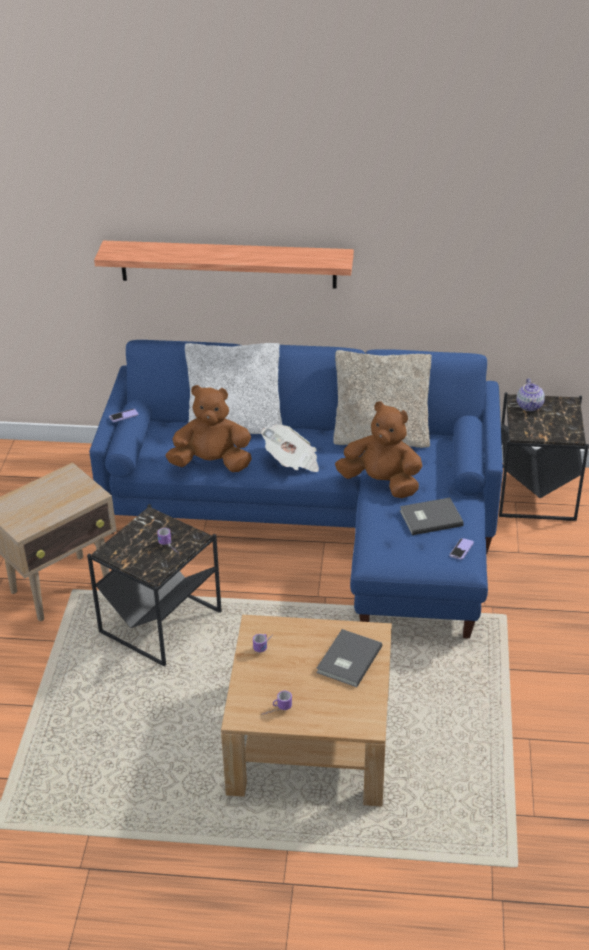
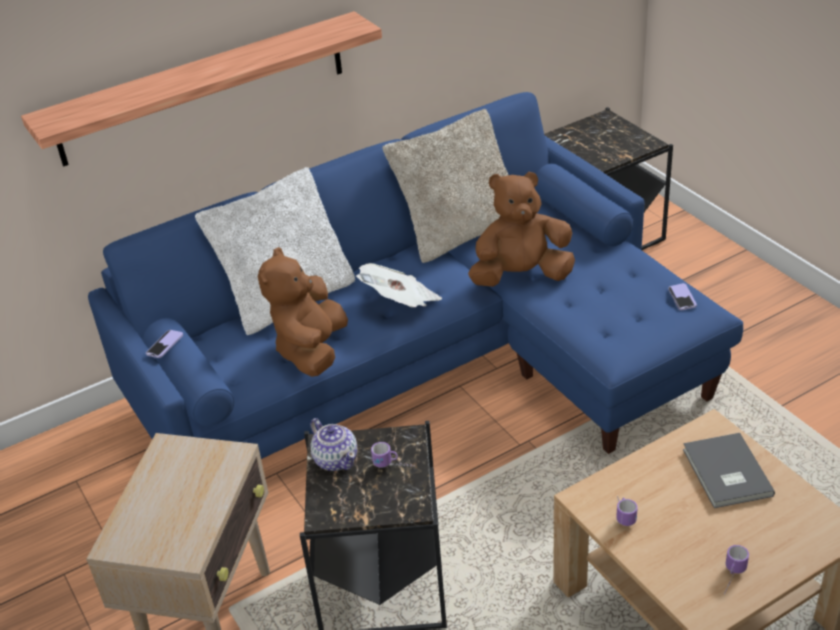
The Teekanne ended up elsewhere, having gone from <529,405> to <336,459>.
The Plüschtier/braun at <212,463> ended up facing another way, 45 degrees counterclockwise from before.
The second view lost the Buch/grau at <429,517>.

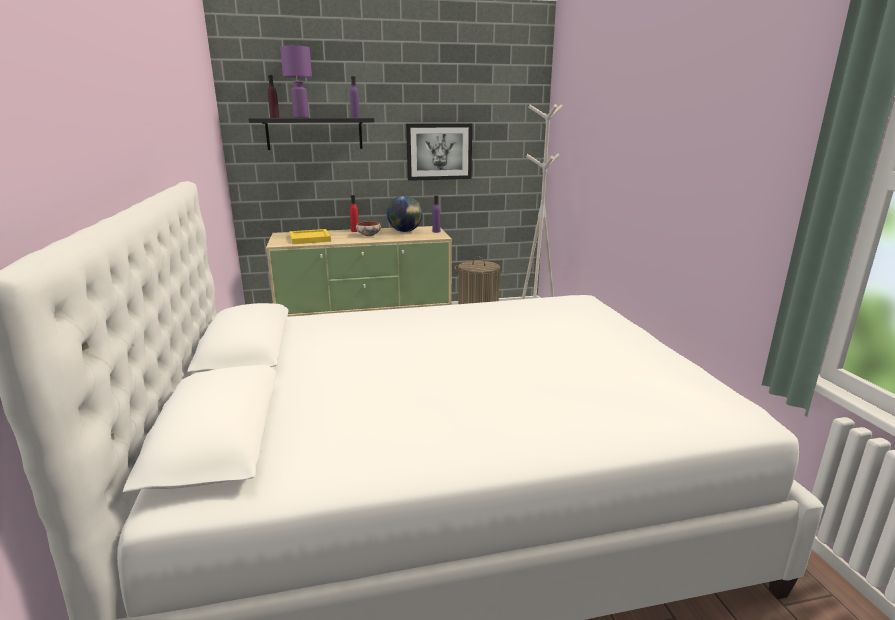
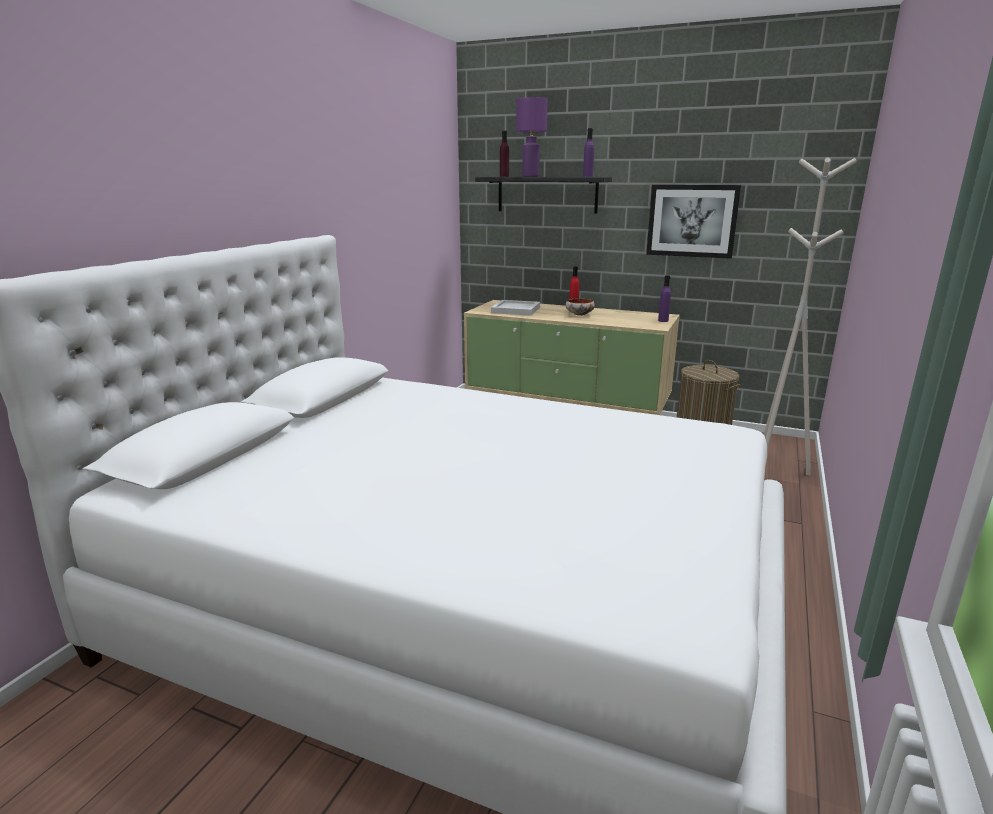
The second view lost the Globus at <405,231>.
What was the Tablett/gelb at <309,238> turned into the Tablett/weiß at <515,310>.

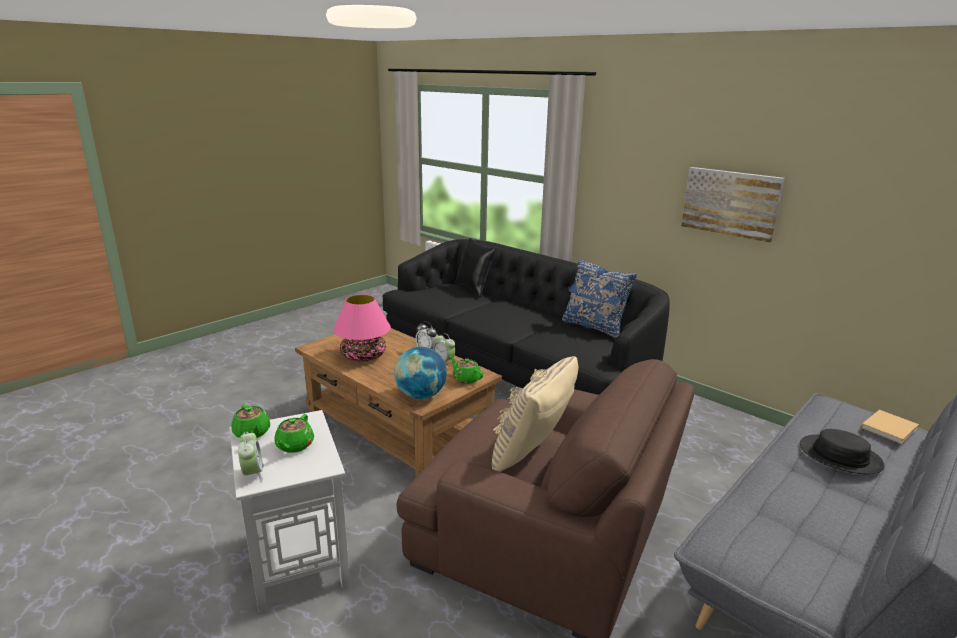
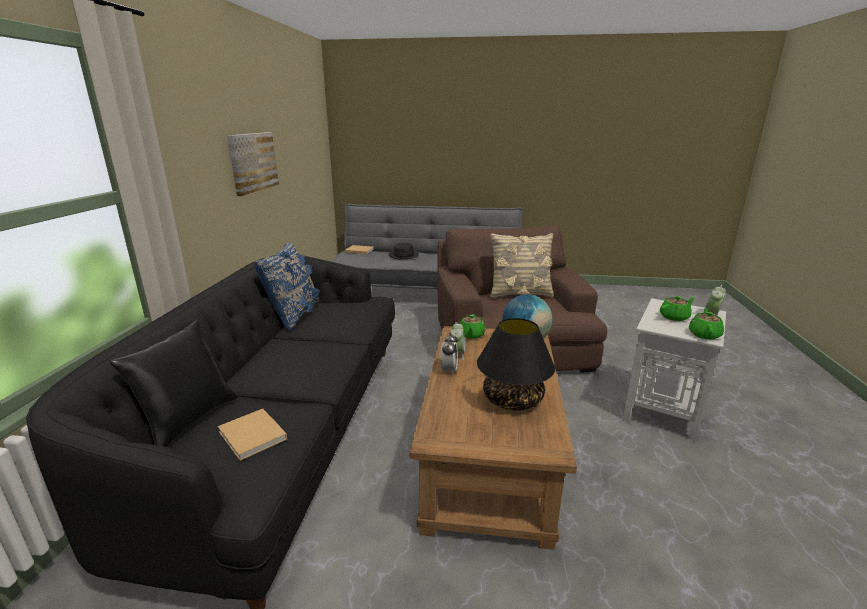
What was the Tischlampe/rosa at <363,356> turned into the Tischlampe/schwarz at <513,399>.
The second view gained the Buch/beige at <253,436>.

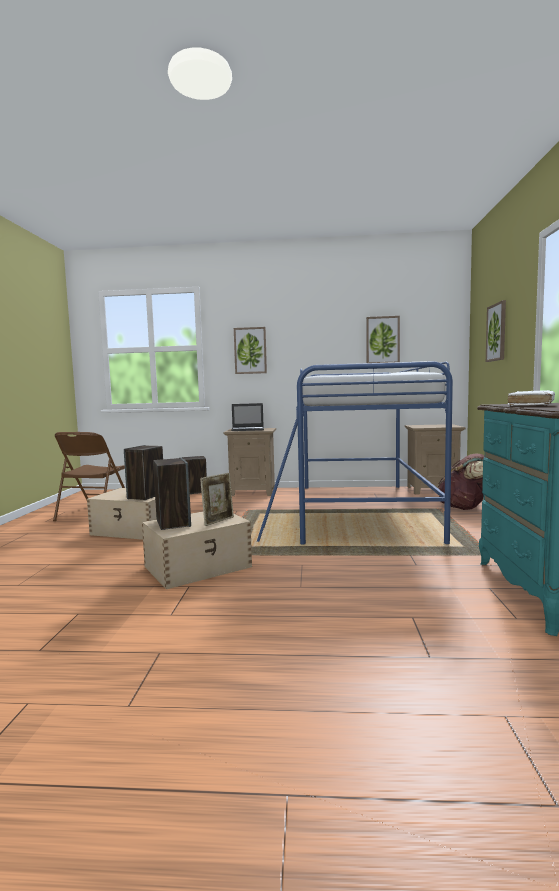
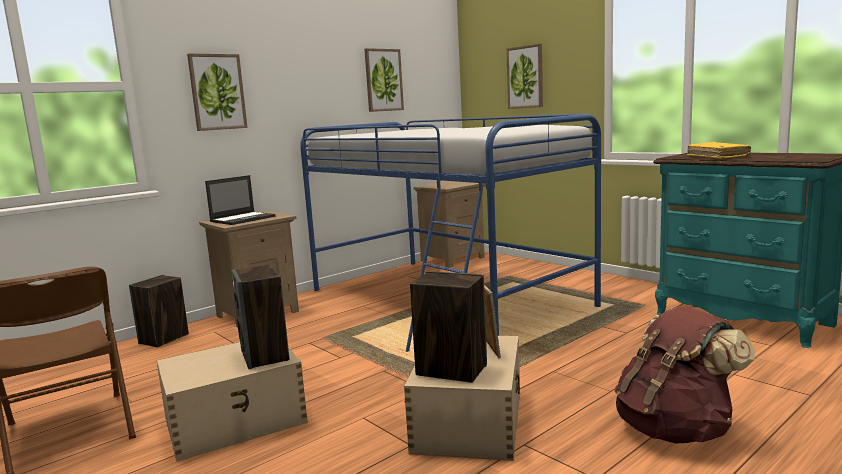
What was the Buch/weiß at <531,405> turned into the Buch/gelb at <717,156>.
The Rucksack/braun ended up elsewhere, having gone from <464,508> to <675,429>.

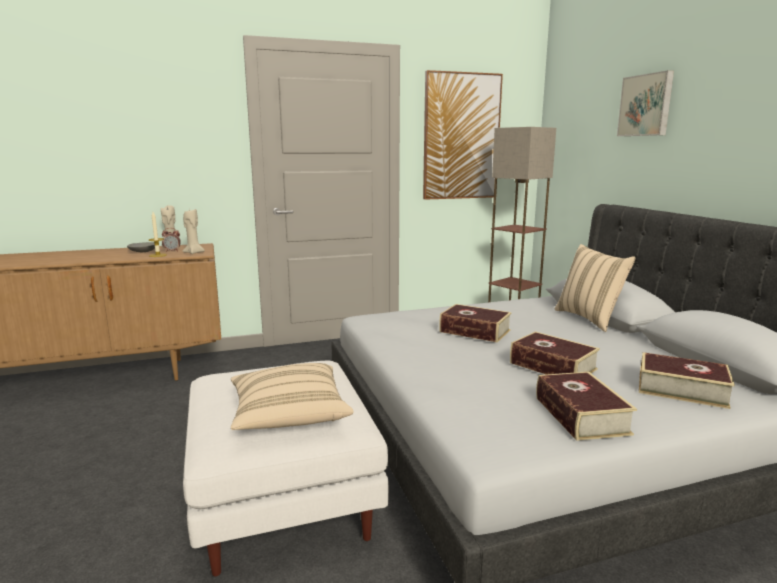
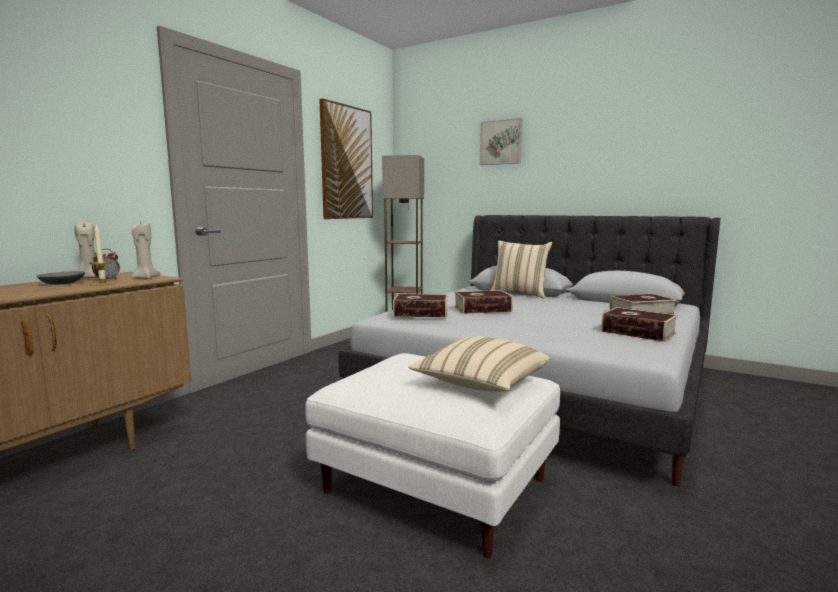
The Buch ended up elsewhere, having gone from <552,366> to <421,313>.

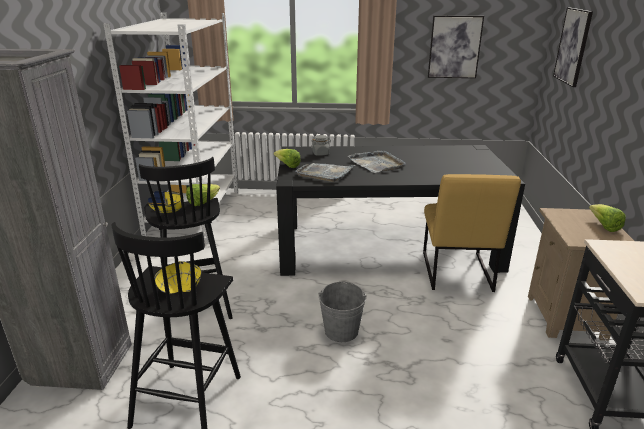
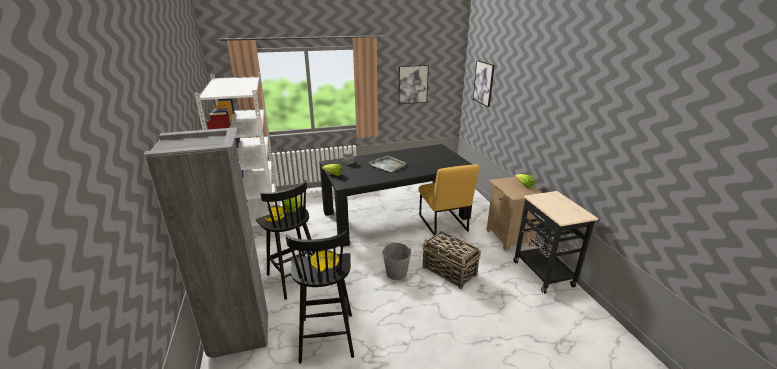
The second view lost the Tablett/grau at <325,173>.
The second view gained the Korb at <449,271>.

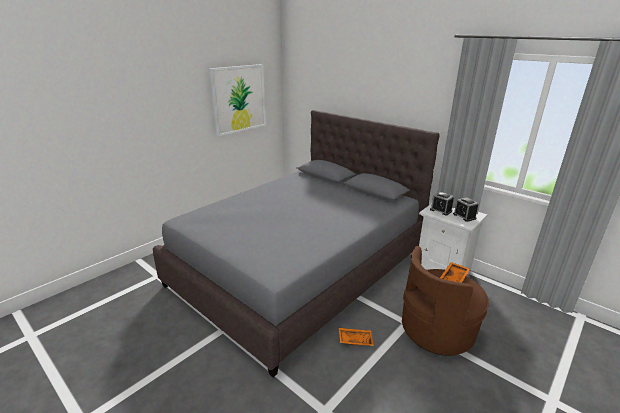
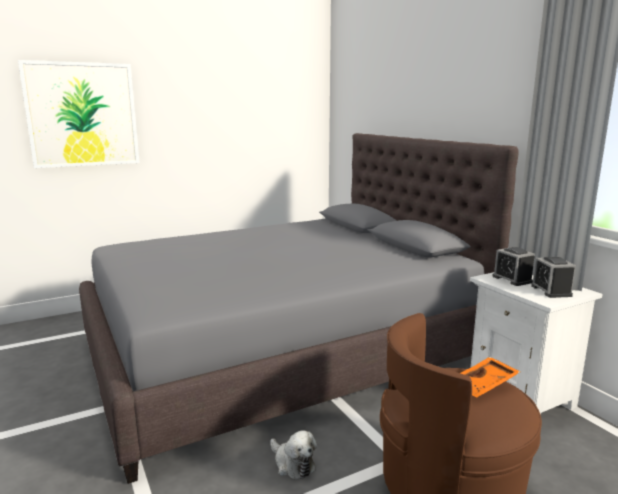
The Bild ended up elsewhere, having gone from <239,99> to <82,115>.
Where the Tablett/orange stood at <355,340>, the Plüschtier came to stand at <292,464>.

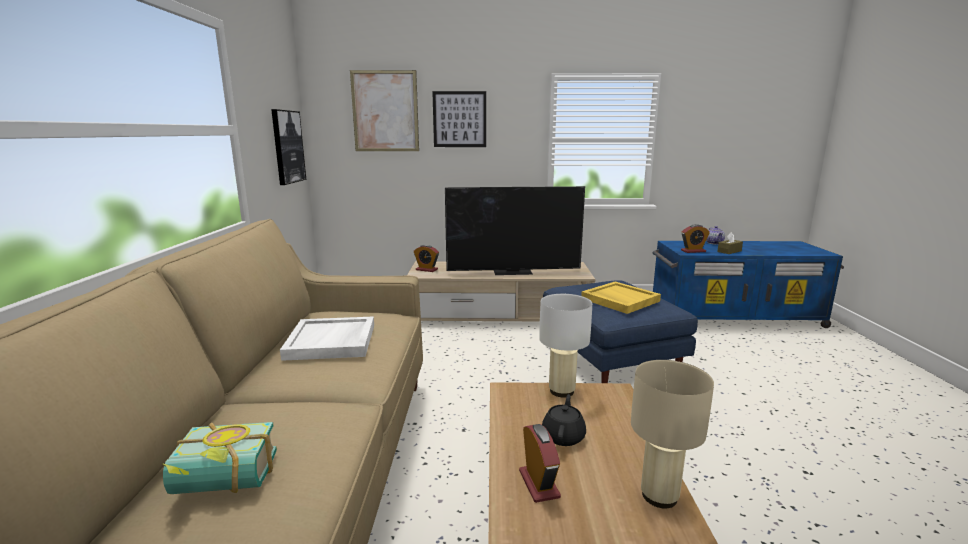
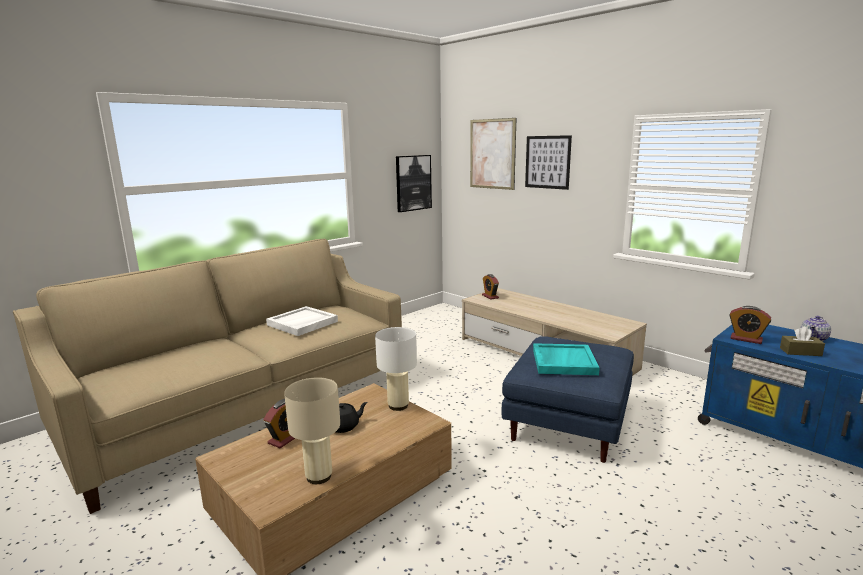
The second view lost the Fernseher at <513,271>.
What was the Tablett/gelb at <619,300> turned into the Tablett/türkis at <563,361>.
The second view lost the Buch at <222,485>.

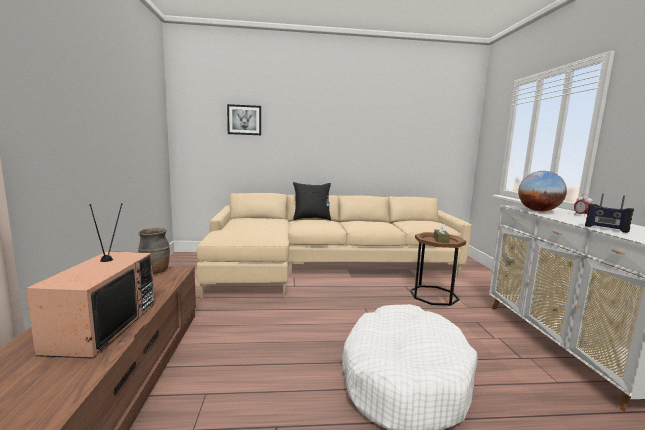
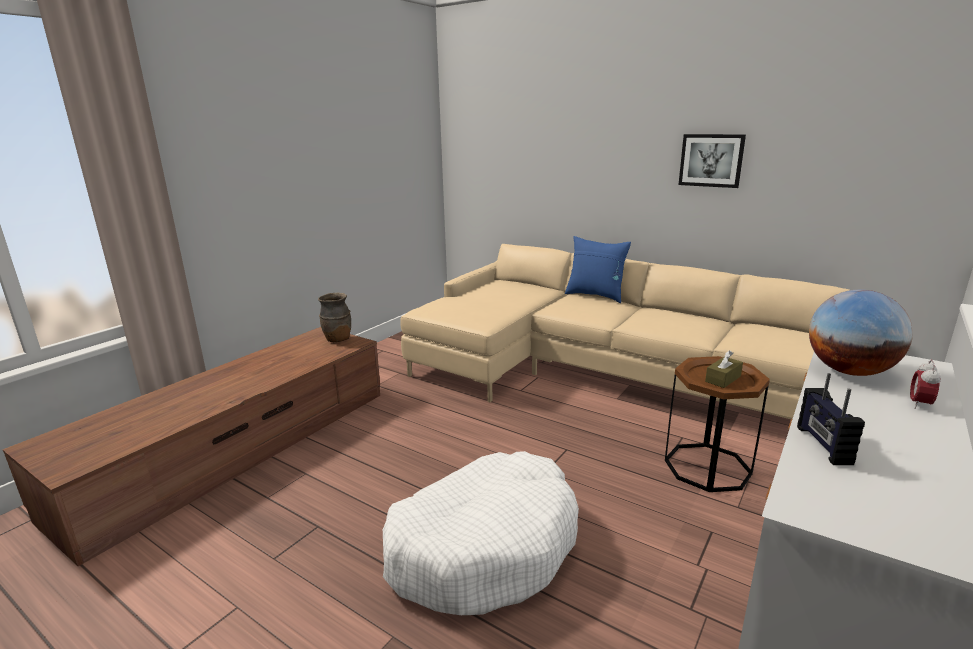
The Bild ended up elsewhere, having gone from <244,120> to <711,160>.
What was the Kissen/schwarz at <311,219> turned into the Kissen/blau at <595,296>.
The second view lost the Fernseher at <102,325>.

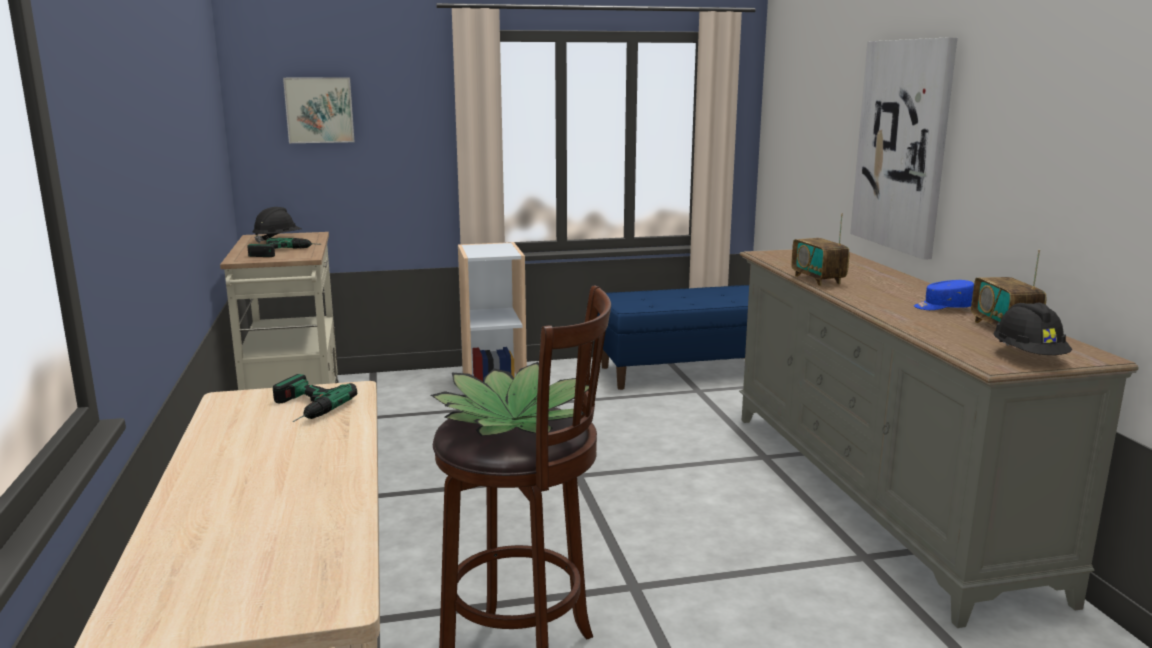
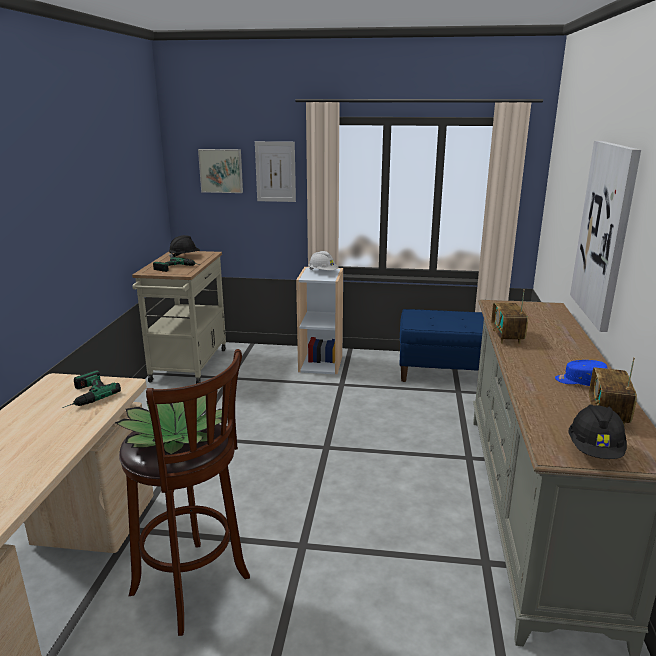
The second view gained the Bild at <275,171>.
The second view gained the Schutzhelm/weiß at <323,272>.

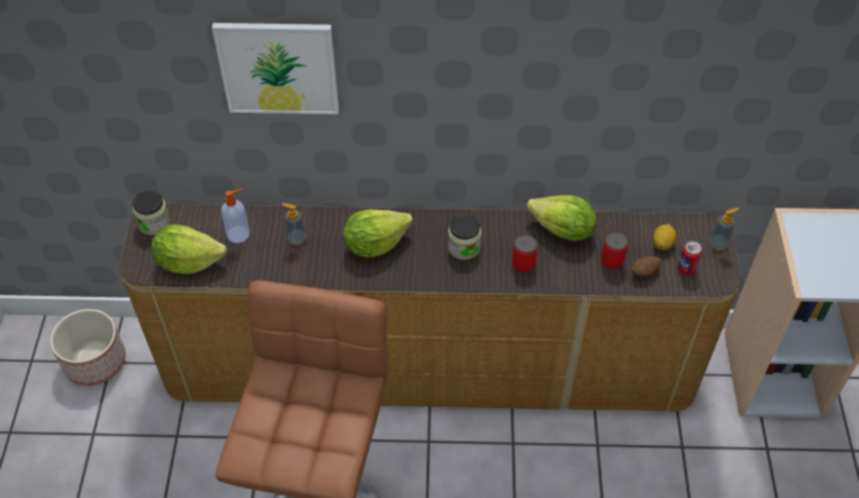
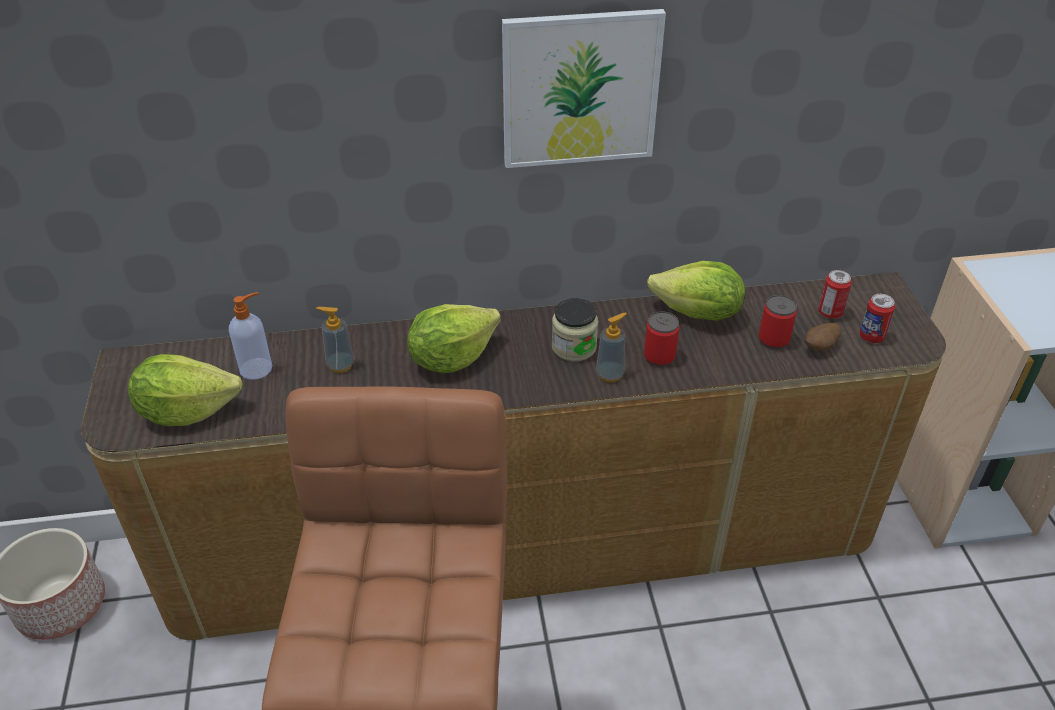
The Bild ended up elsewhere, having gone from <278,67> to <580,89>.
The second view lost the Vorratsglas at <154,223>.
The Seifenspender ended up elsewhere, having gone from <718,244> to <610,374>.
Where the Zitrone stood at <662,244>, the Dose came to stand at <830,313>.

